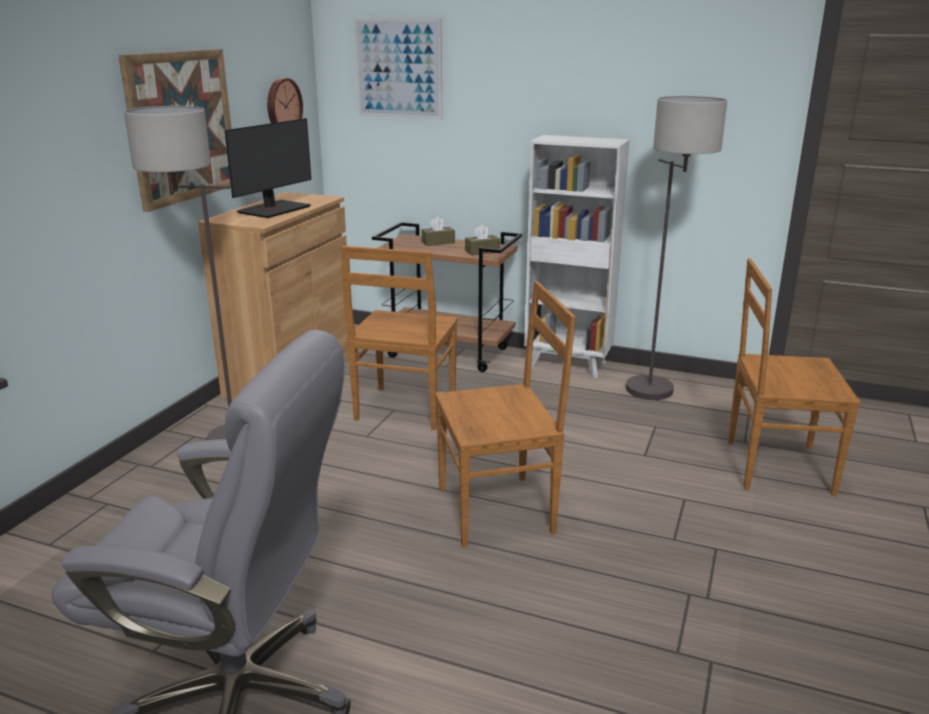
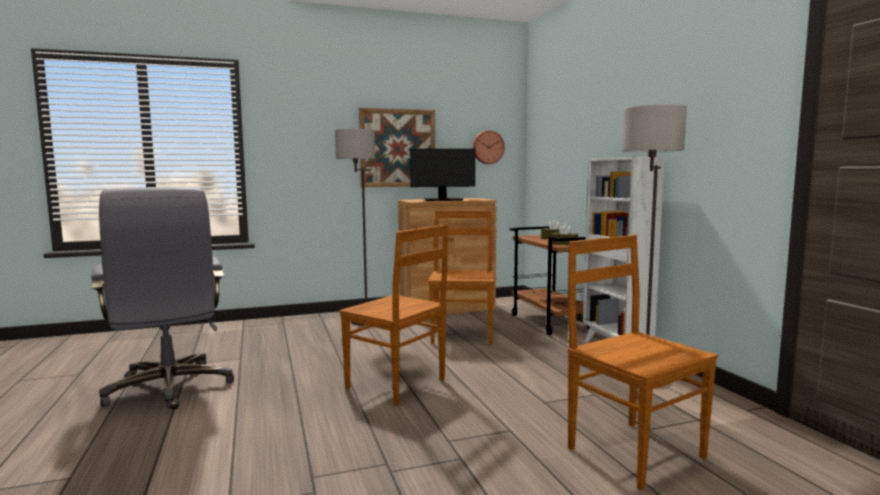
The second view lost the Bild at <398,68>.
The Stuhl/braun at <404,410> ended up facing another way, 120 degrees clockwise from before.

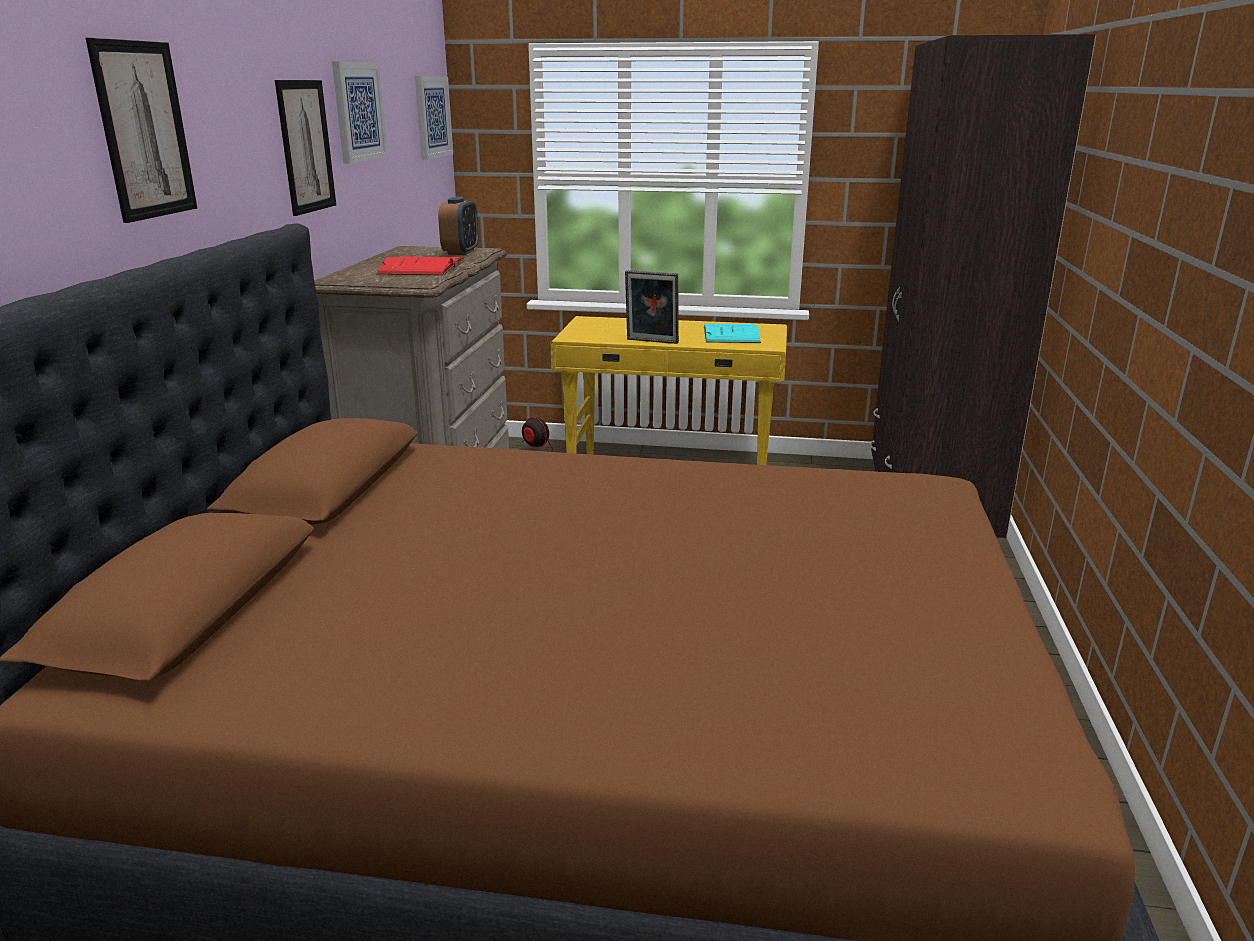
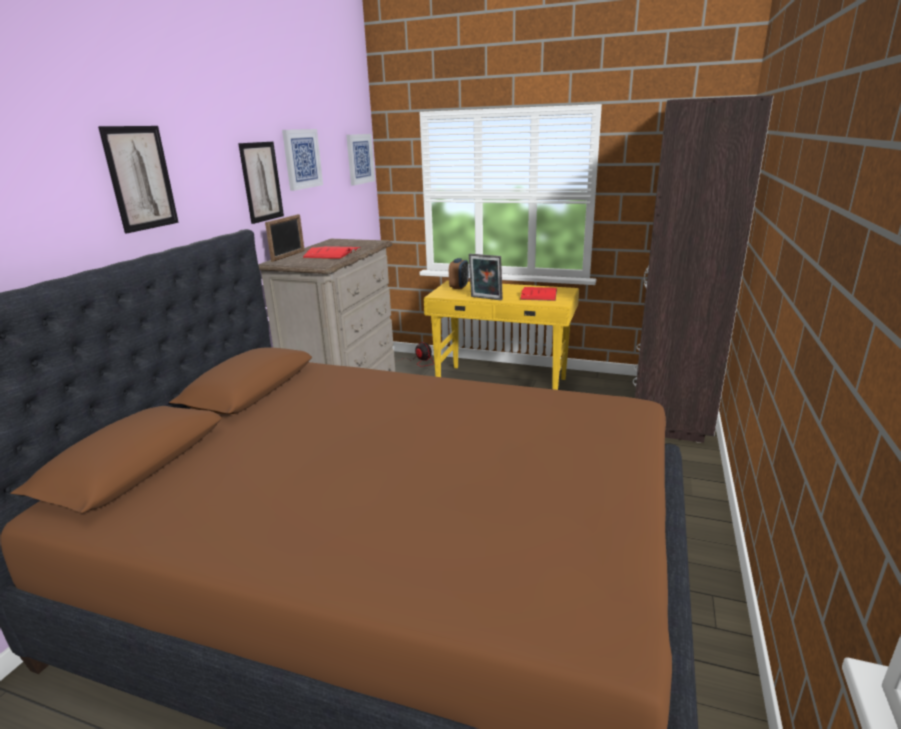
The Wecker ended up elsewhere, having gone from <461,252> to <459,287>.
What was the Buch/türkis at <731,334> turned into the Buch/rot at <539,294>.
The second view gained the Bilderrahmen at <288,256>.

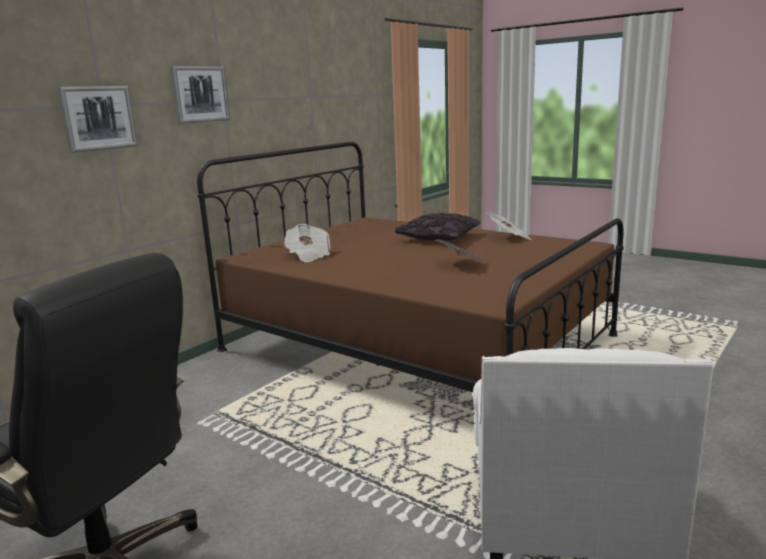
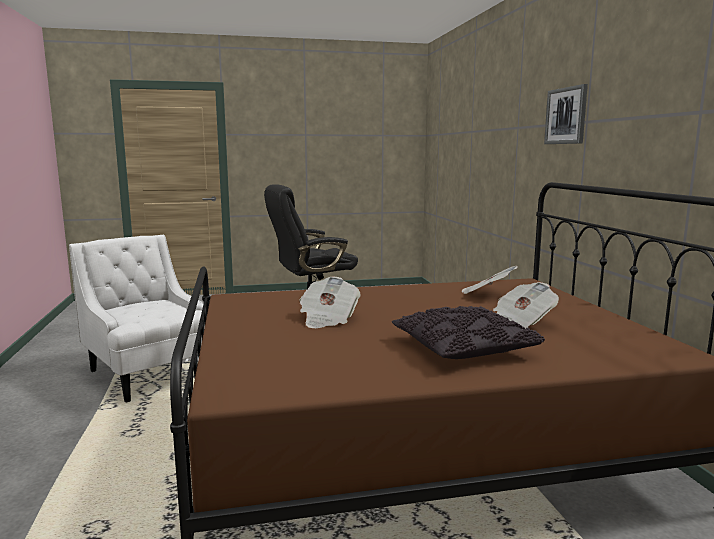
The second view lost the Bild at <98,118>.
The Zeitung ended up elsewhere, having gone from <509,238> to <520,323>.

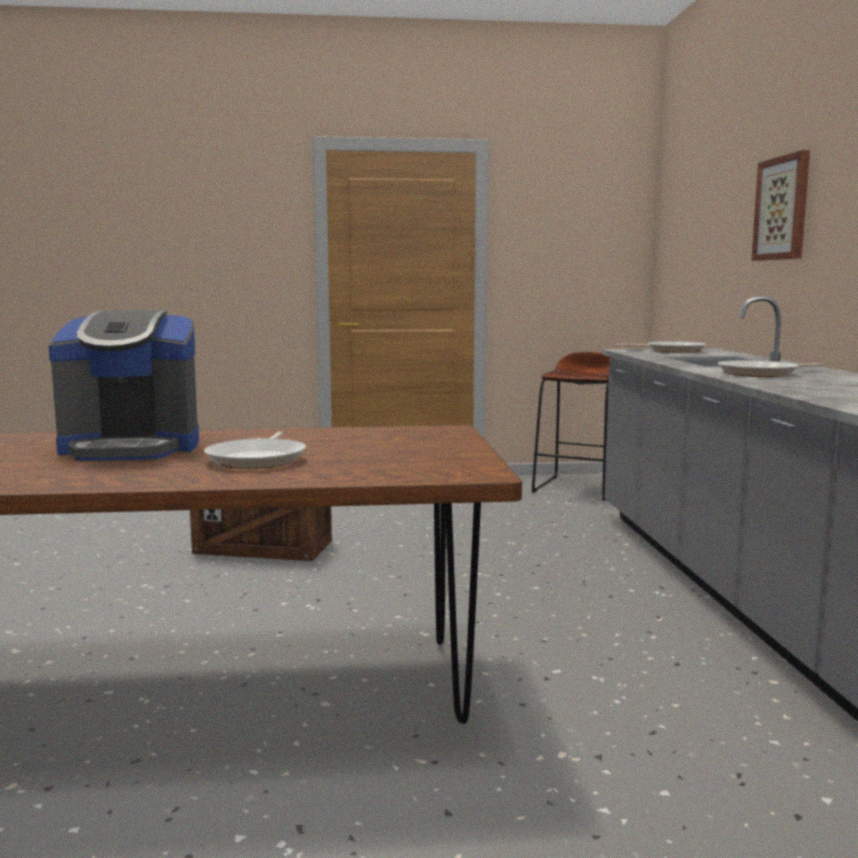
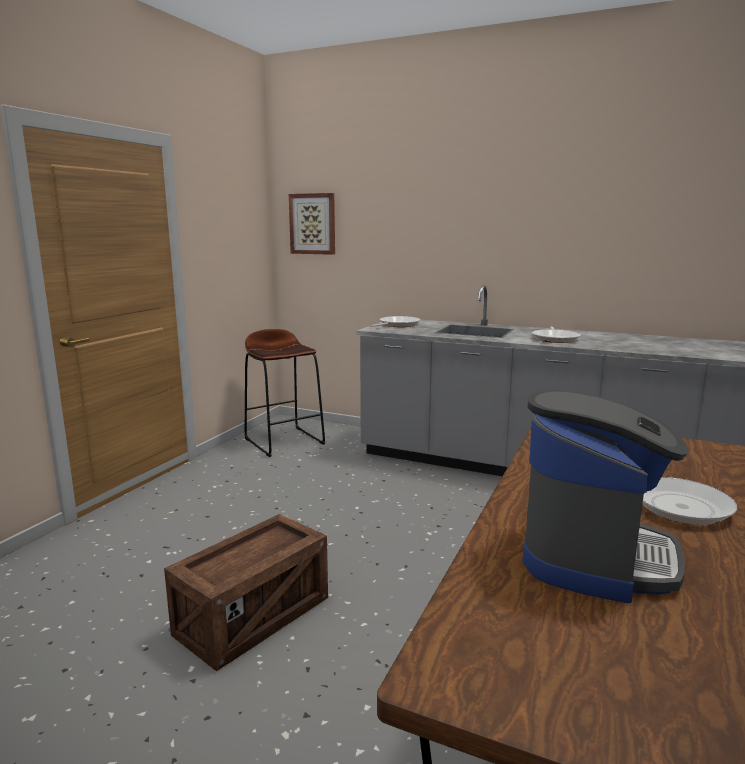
The Bild ended up elsewhere, having gone from <783,208> to <313,224>.

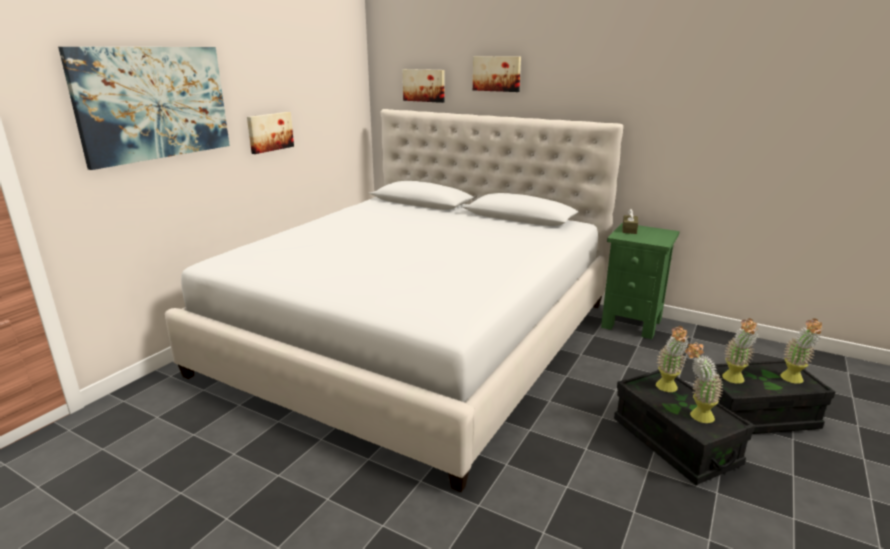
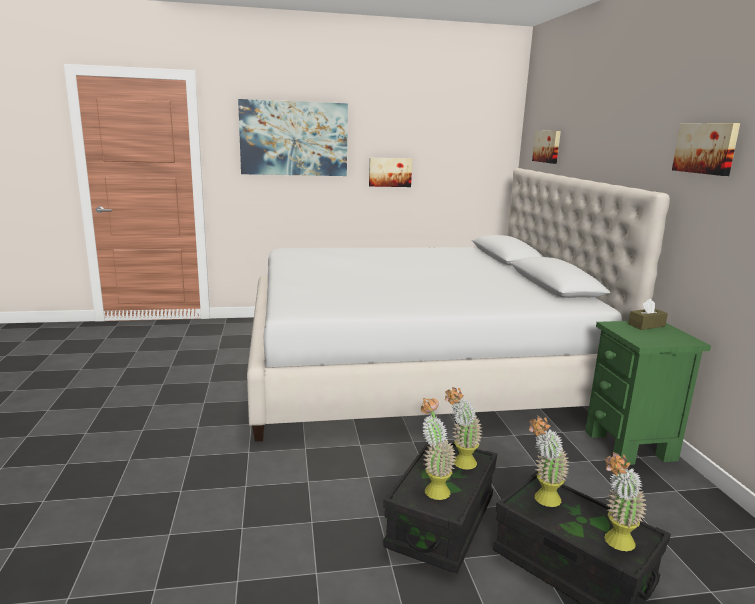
The Bild ended up elsewhere, having gone from <497,73> to <706,148>.

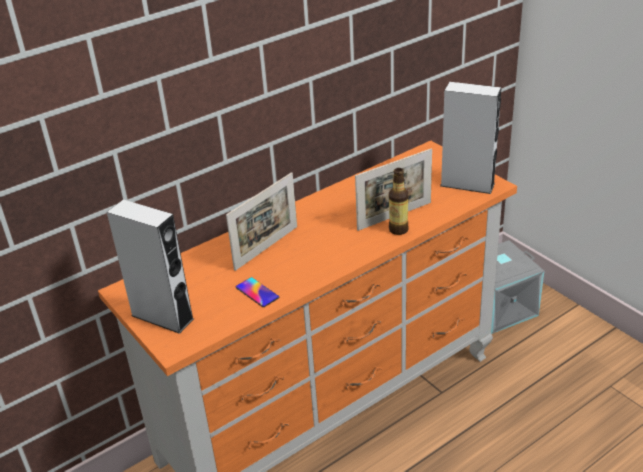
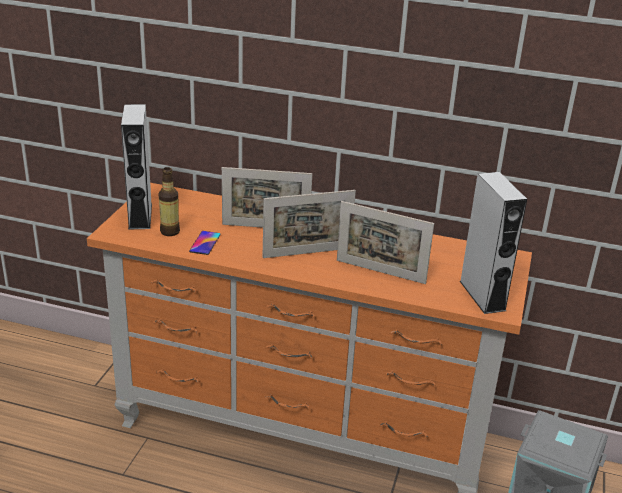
The Flasche ended up elsewhere, having gone from <398,229> to <170,232>.
The second view gained the Bilderrahmen at <307,253>.

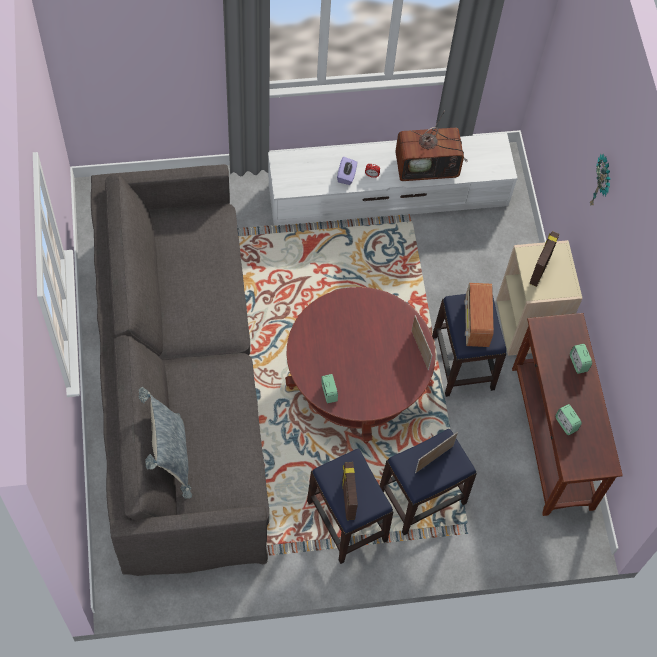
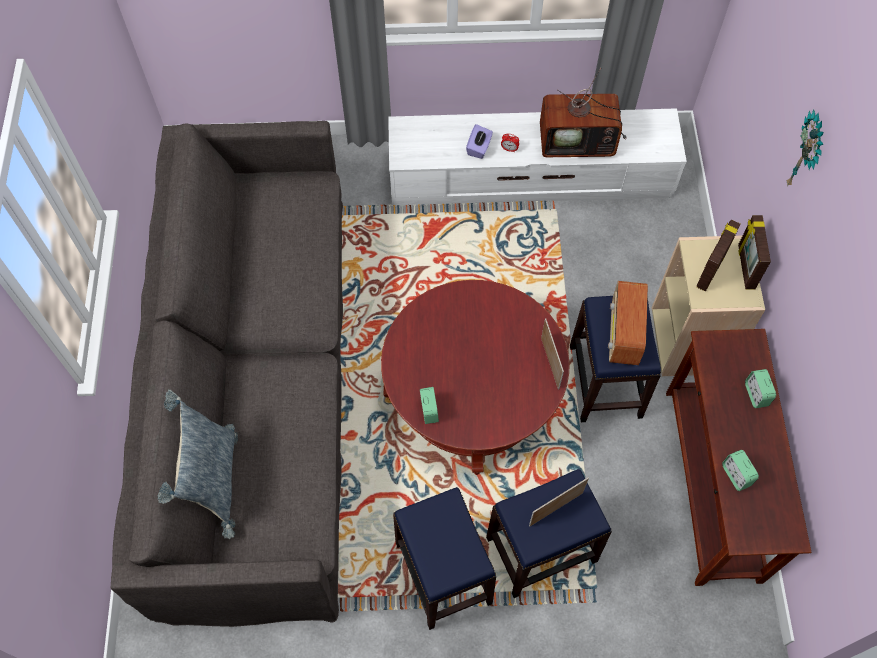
The Bilderrahmen ended up elsewhere, having gone from <347,499> to <745,267>.

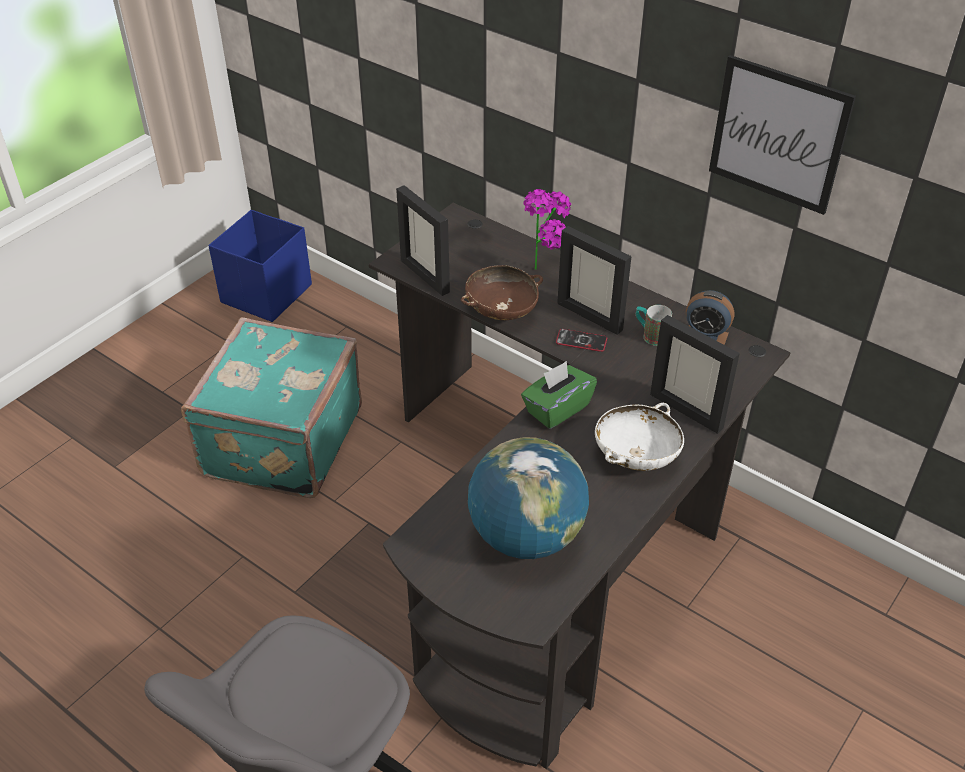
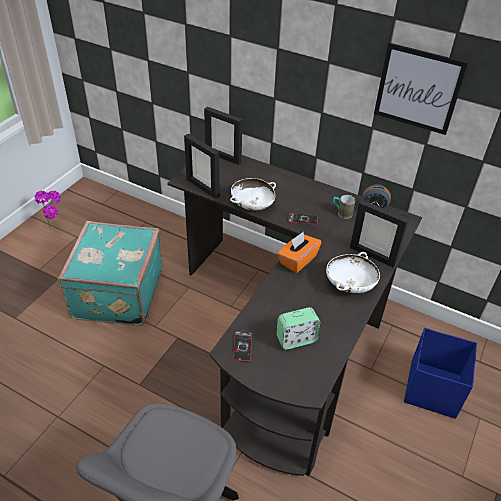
The Topfpflanze ended up elsewhere, having gone from <547,269> to <56,226>.
The Aufbewahrungsbox/blau ended up elsewhere, having gone from <265,294> to <431,389>.
The Bilderrahmen ended up elsewhere, having gone from <590,315> to <223,156>.
What was the Schüssel/braun at <501,311> turned into the Schüssel/weiß at <252,205>.
What was the Taschentuchbox/grün at <557,408> turned into the Taschentuchbox/orange at <297,260>.
Where the Globus stood at <526,535>, the Wecker came to stand at <296,339>.
The second view gained the Handy at <242,346>.

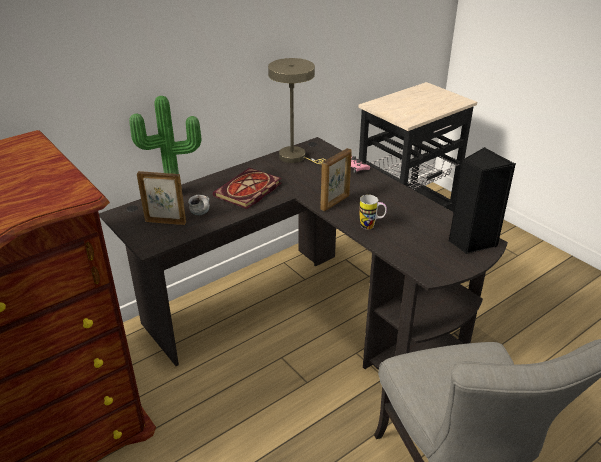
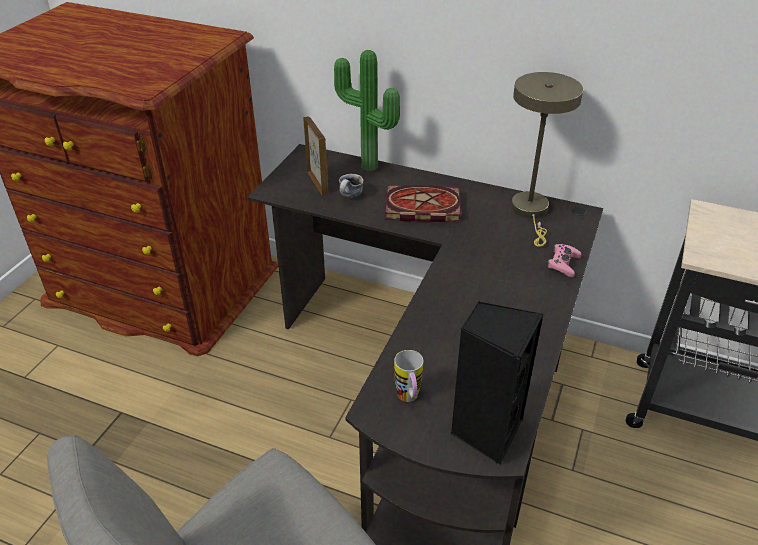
The second view lost the Bilderrahmen at <335,203>.
The Henkelbecher ended up elsewhere, having gone from <371,226> to <409,399>.

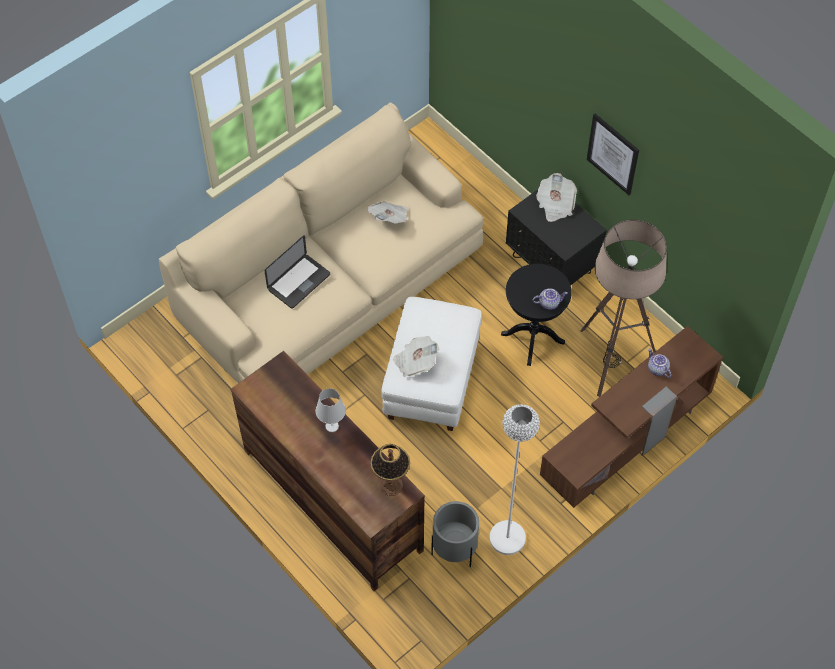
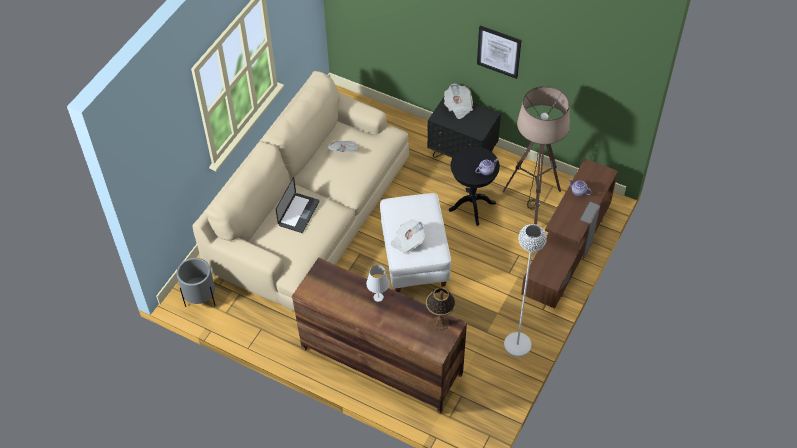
The Pflanzkübel/grau ended up elsewhere, having gone from <454,550> to <200,298>.

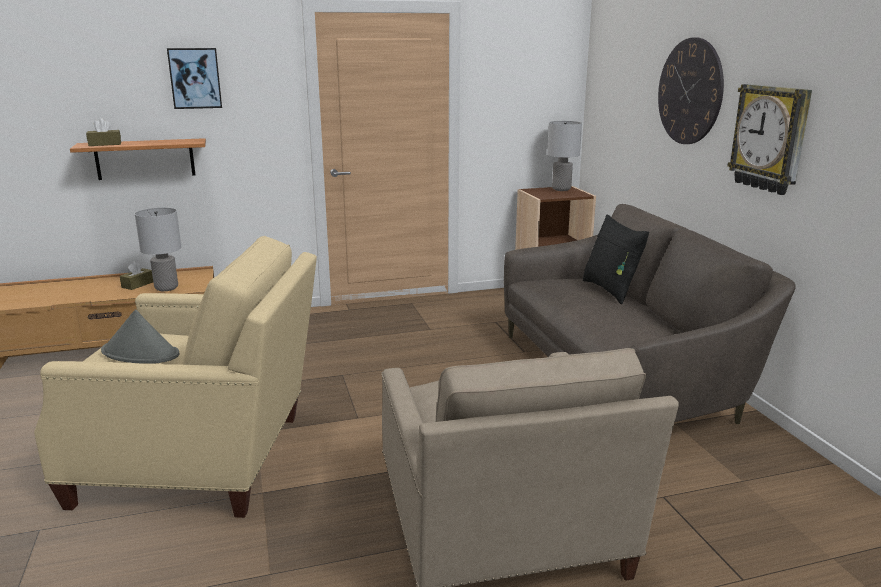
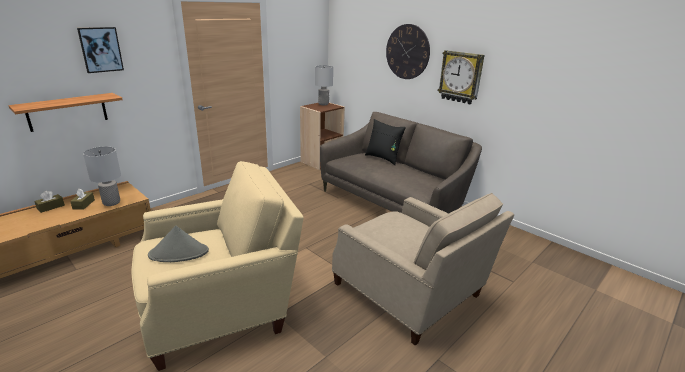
The Taschentuchbox/braun ended up elsewhere, having gone from <105,144> to <51,207>.

